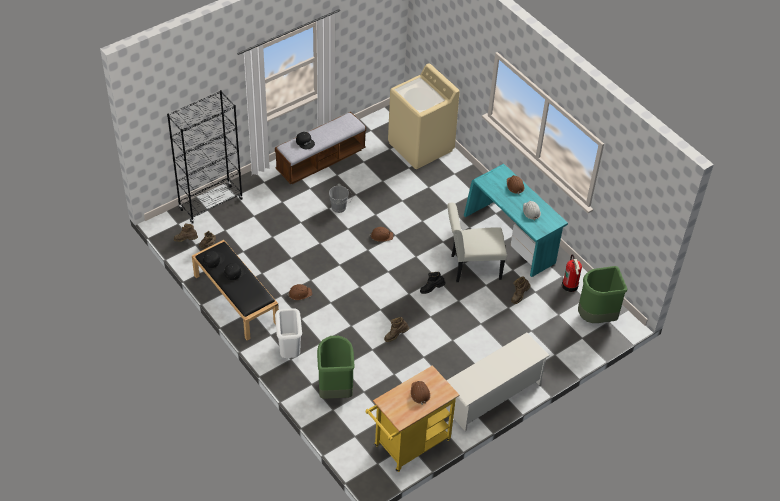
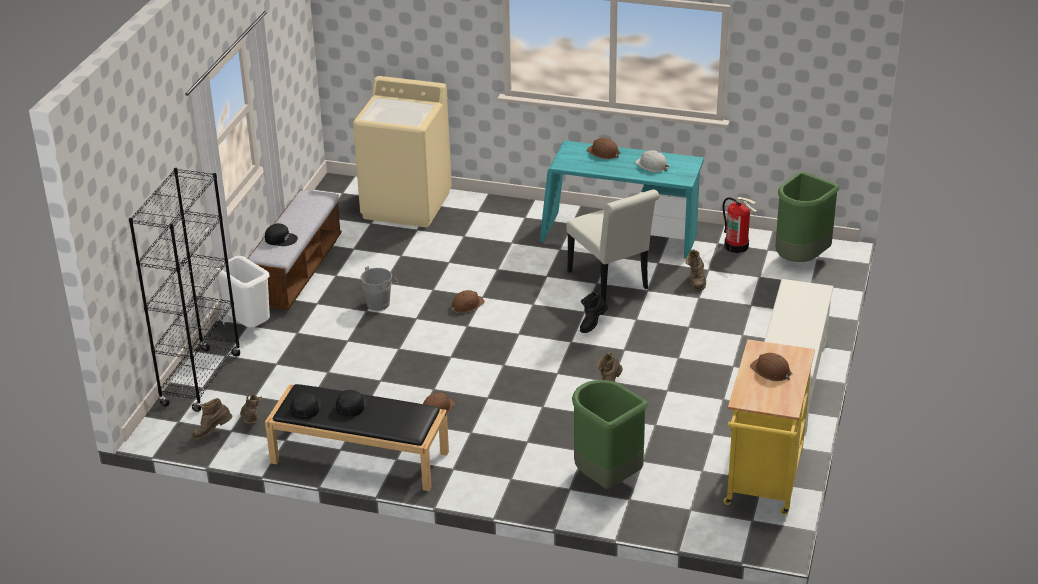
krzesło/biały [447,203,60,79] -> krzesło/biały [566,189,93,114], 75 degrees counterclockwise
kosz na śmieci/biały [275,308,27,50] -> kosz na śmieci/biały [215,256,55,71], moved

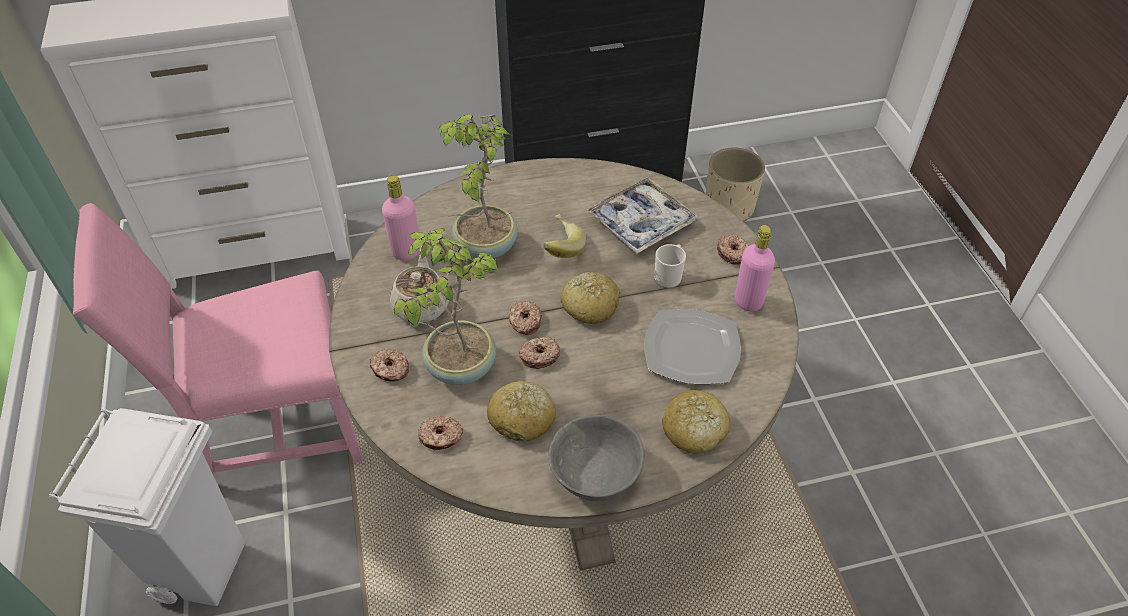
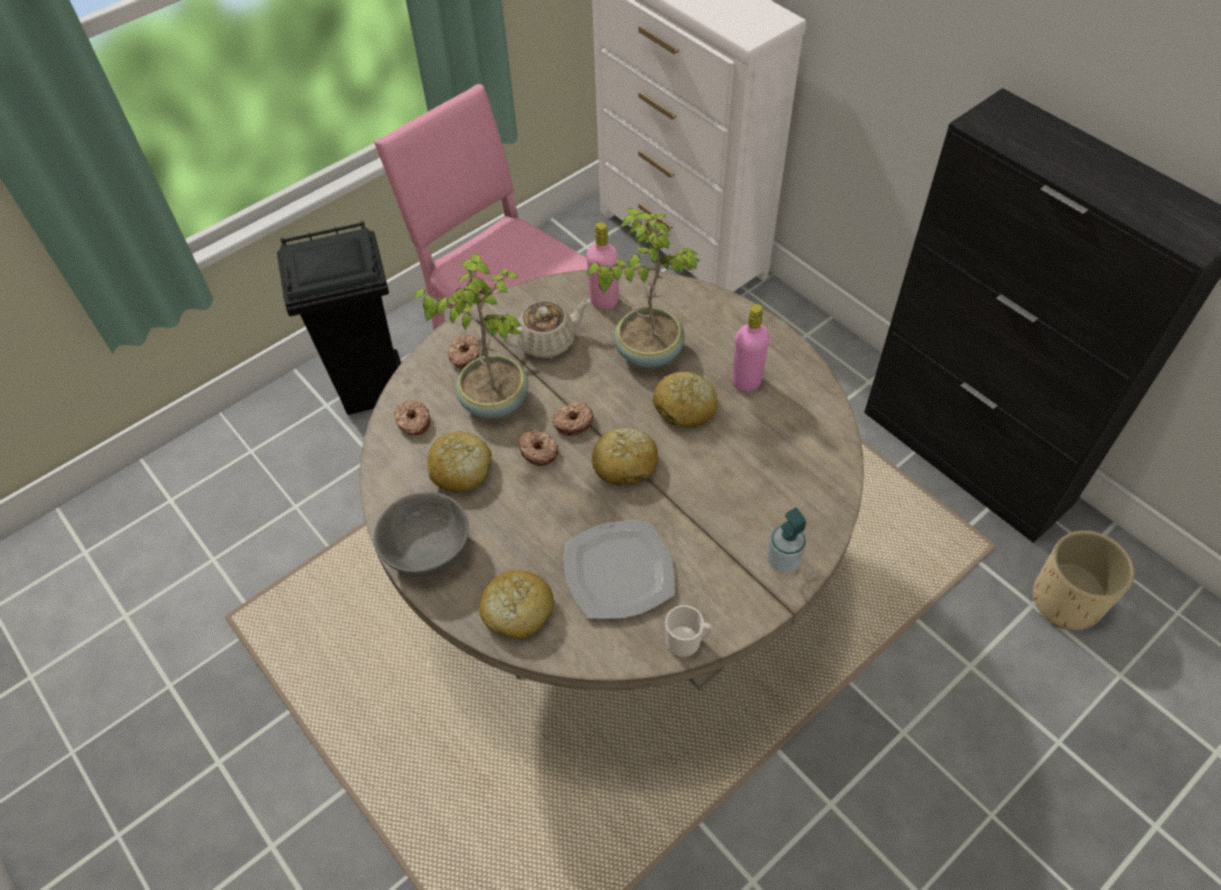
taca [587,177,111,77] -> none
banan [543,214,43,44] -> chleb [652,372,66,56]
butelka/różowy [735,225,40,87] -> butelka/różowy [732,304,38,88], moved
donut [717,235,32,30] -> dozownik mydła [767,508,39,65]
kubek [655,244,31,44] -> kubek [665,605,48,52], moved
kosz na śmieci/biały [49,408,196,198] -> kosz na śmieci/czarny [277,221,124,194]

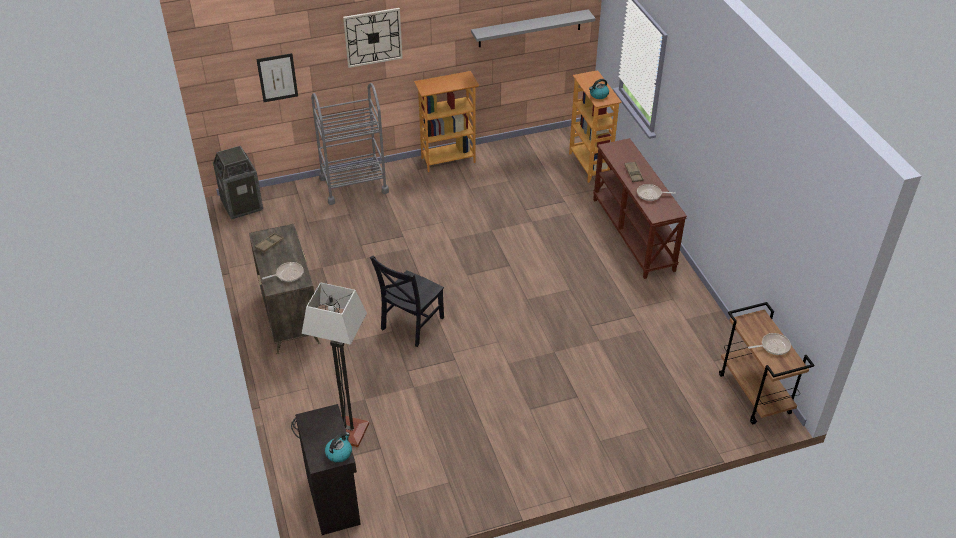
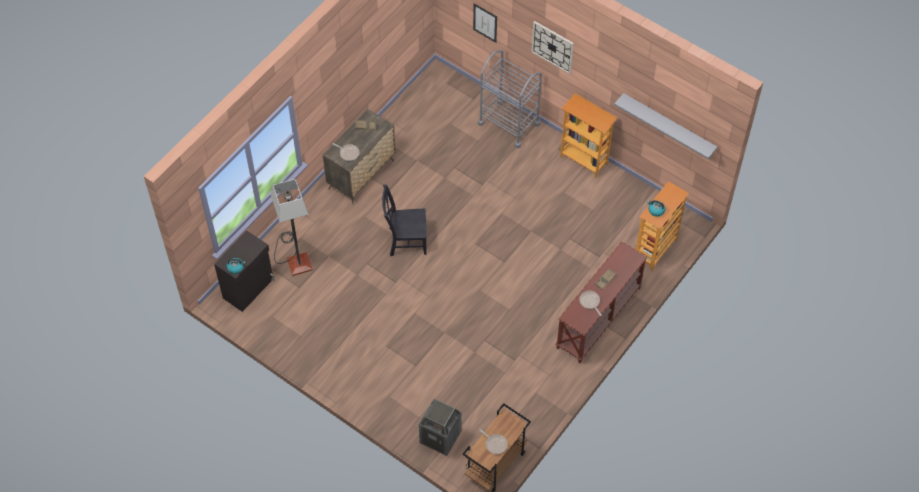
kosz na śmieci [213,146,50,73] -> kosz na śmieci [419,399,42,57], moved

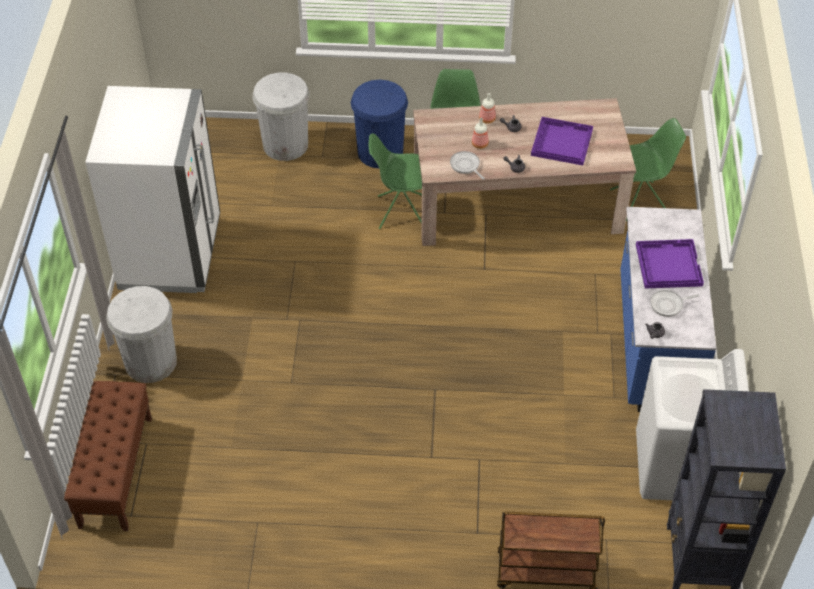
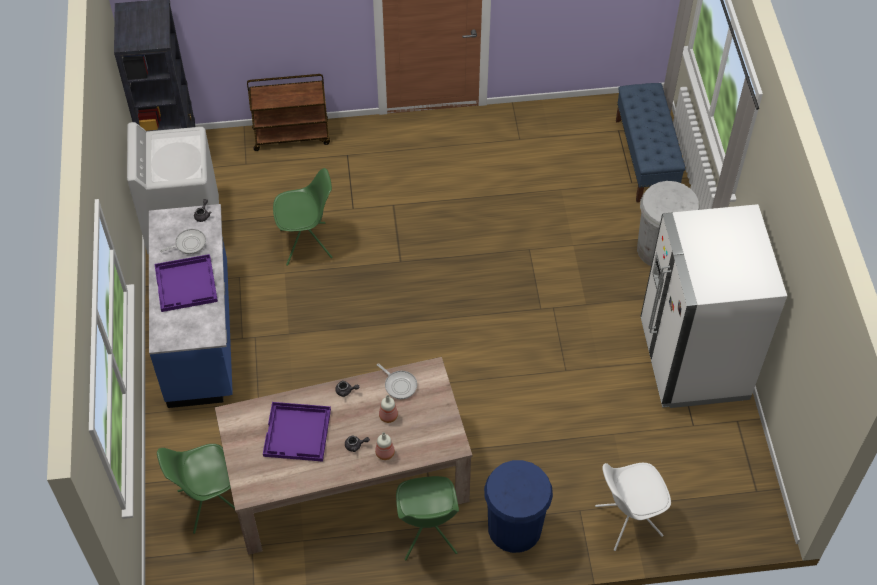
kosz na śmieci/biały [252,73,58,88] -> krzesło/biały [595,463,76,88]
krzesło/zielony [369,133,53,96] -> krzesło/zielony [273,168,60,98], moved
ławka/brązowy [64,381,88,150] -> ławka/niebieski [616,83,70,120]

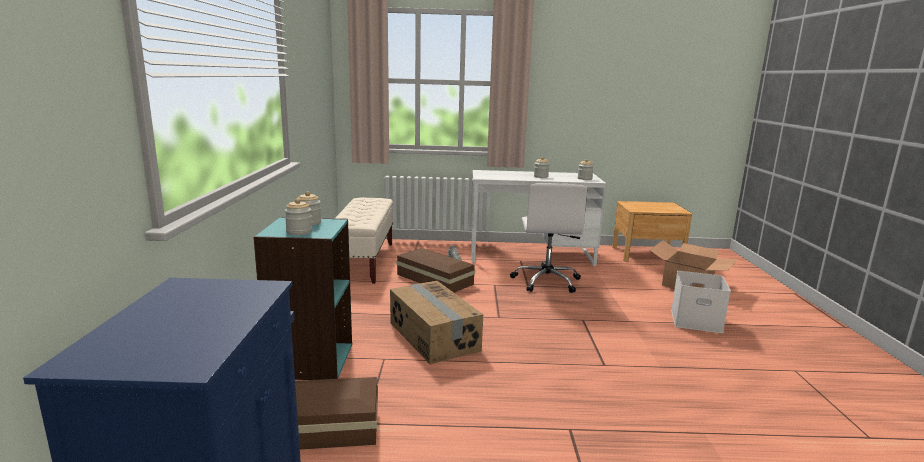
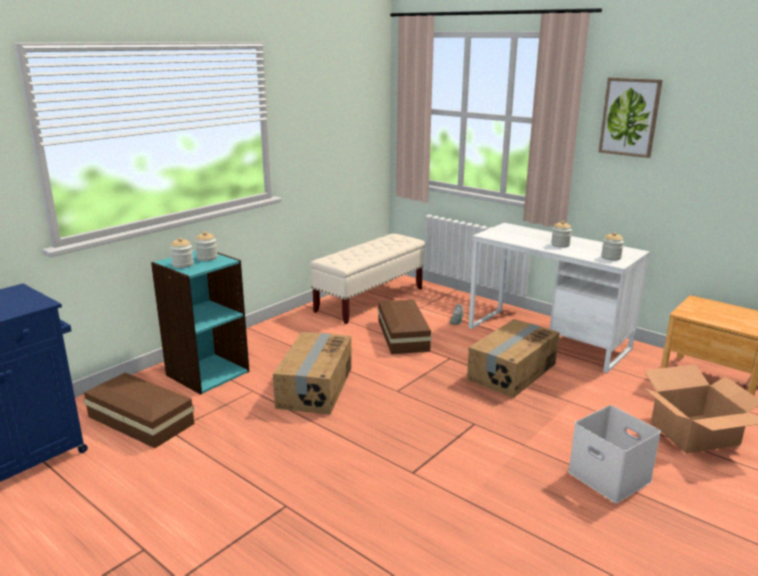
krzesło biurowe/biały [510,183,78,110] -> karton [467,319,93,79]
none -> obraz [599,77,63,81]

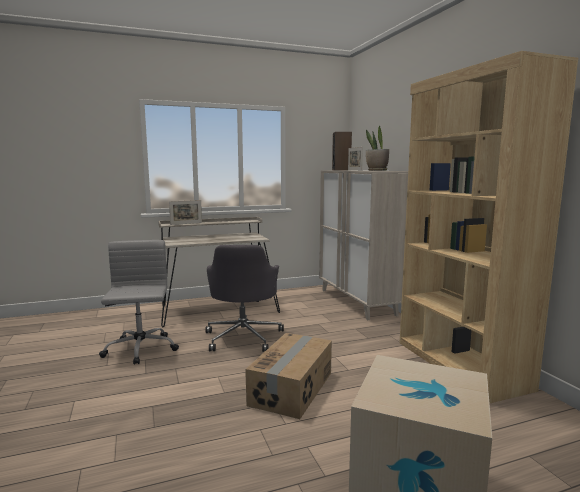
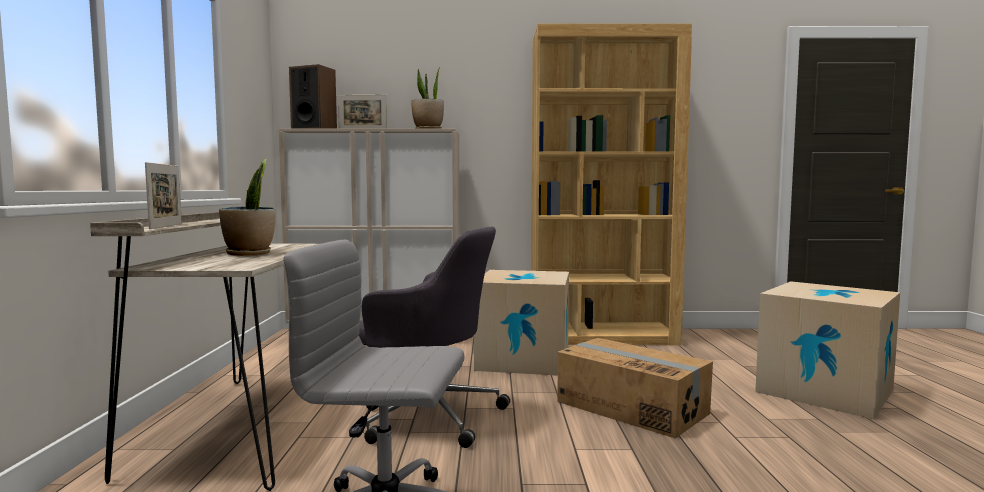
none -> roślina doniczkowa [219,159,57,97]
none -> karton [474,270,95,106]

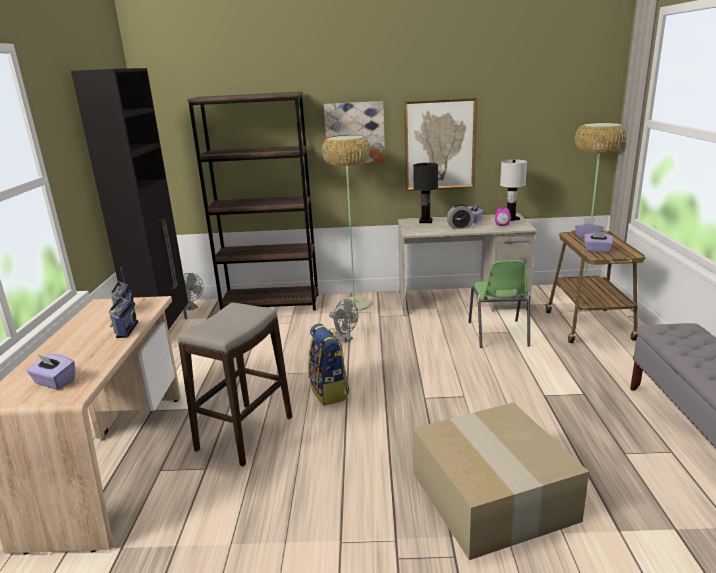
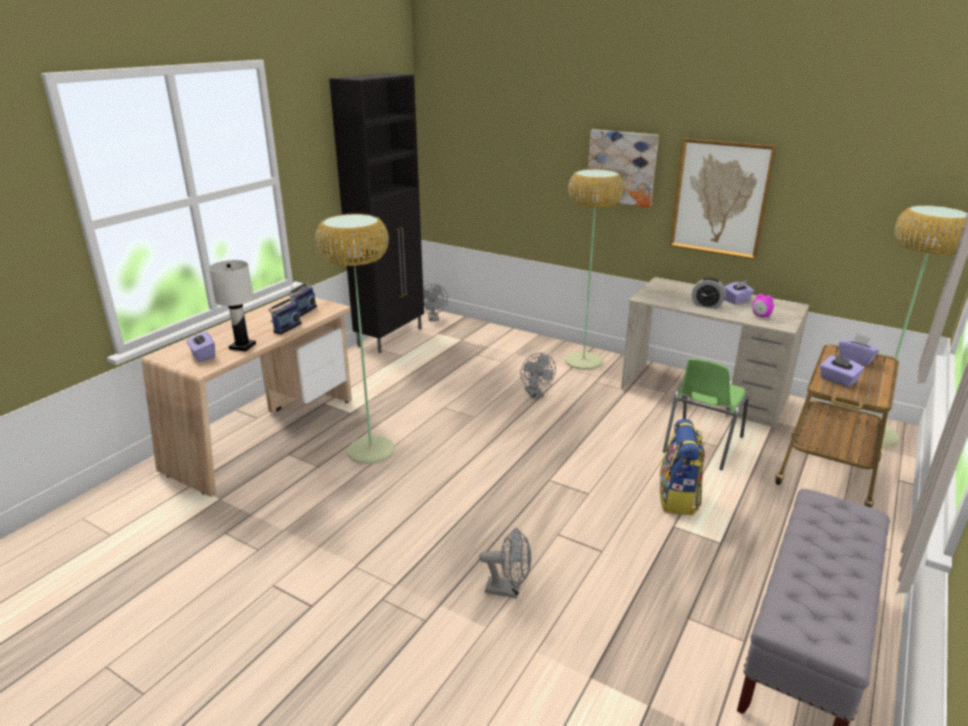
regał/brązowy [187,91,131,220] -> none
lampa stołowa/biały [500,159,27,62] -> lampa stołowa/biały [209,260,47,91], moved
lampa stołowa/czarny [413,163,25,60] -> none
stołek [178,303,114,163] -> lampa stojąca [315,213,80,251]
plecak [308,324,42,81] -> plecak [660,419,45,96], moved
karton [413,402,176,158] -> wentylator/szary [479,528,52,70]

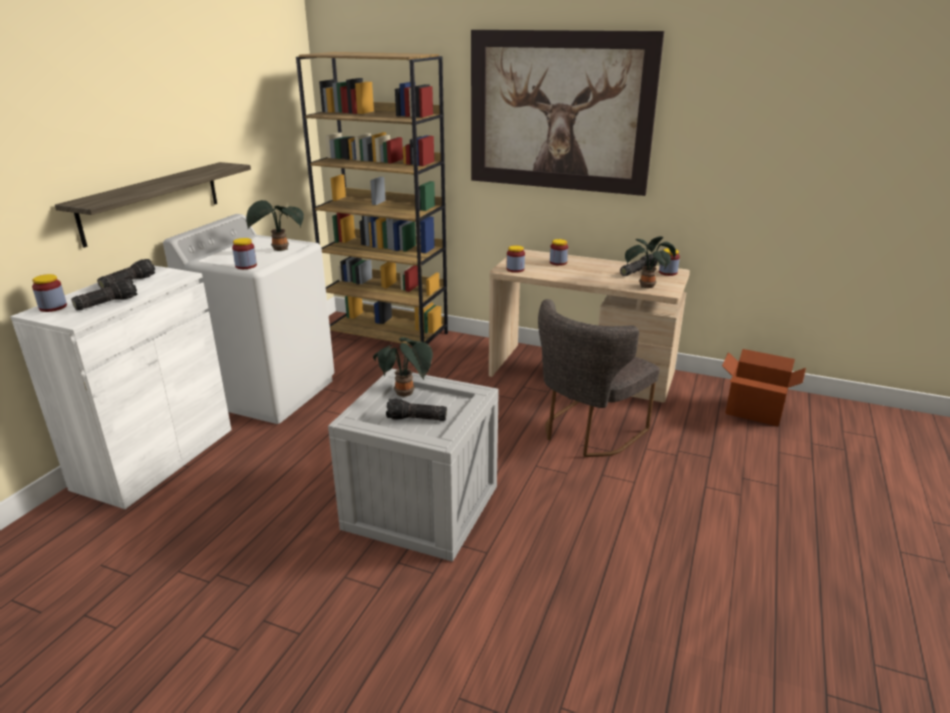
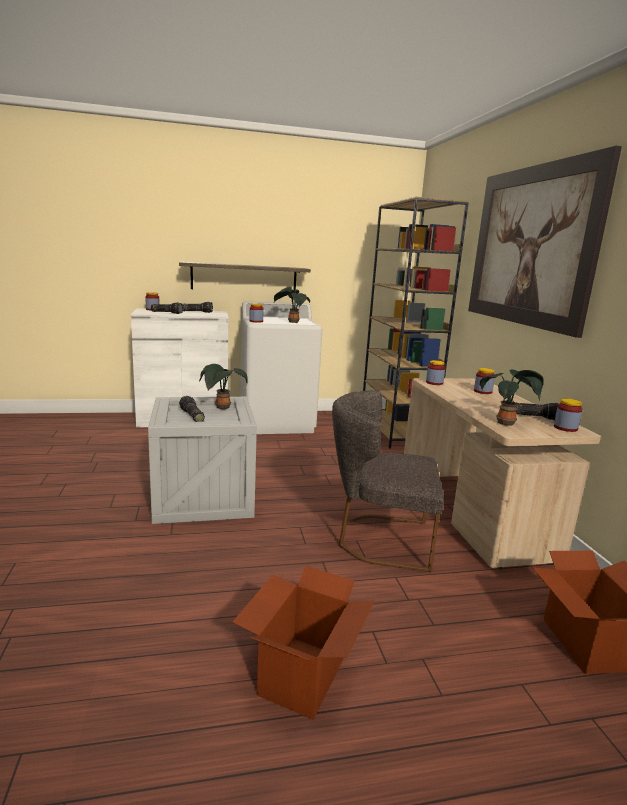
none -> karton [232,566,143,154]

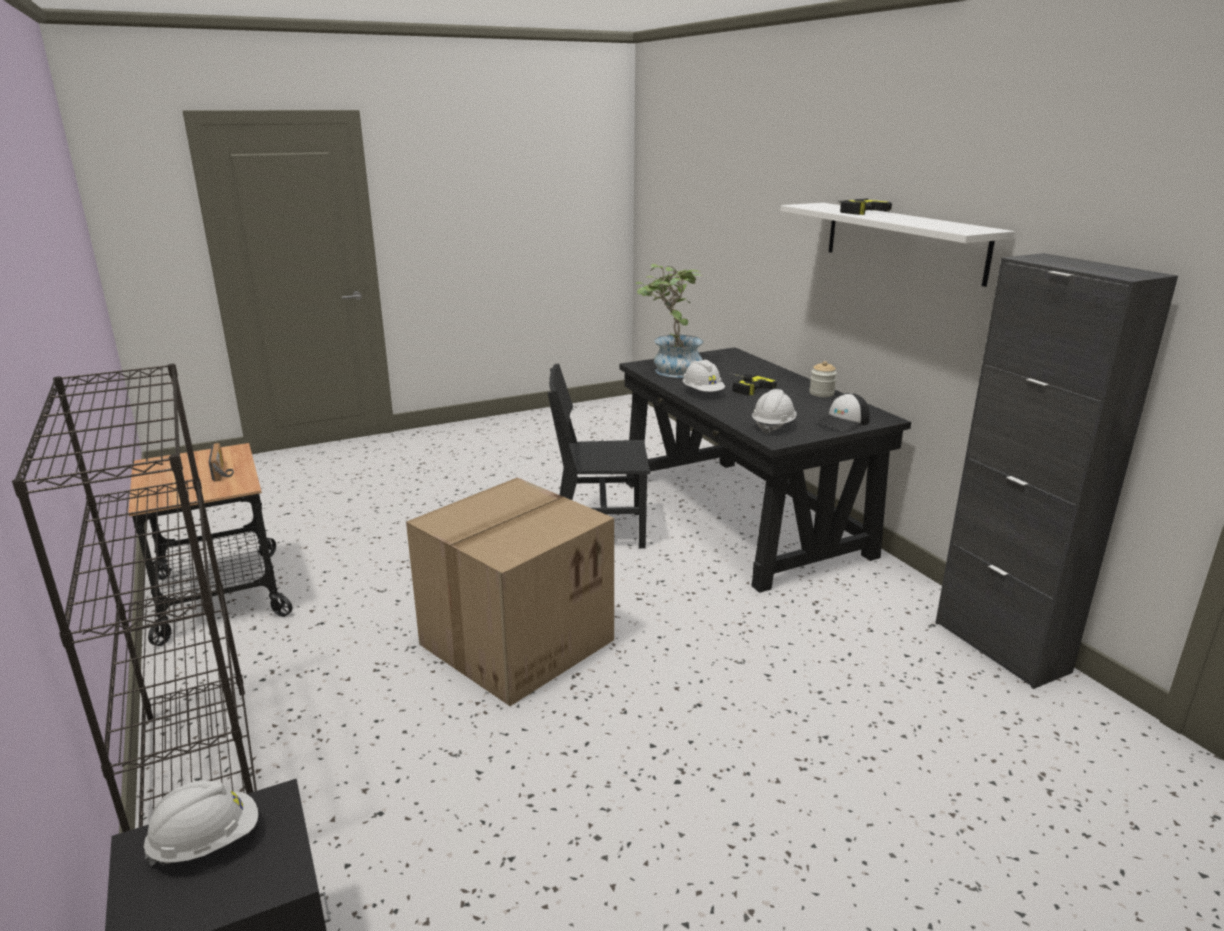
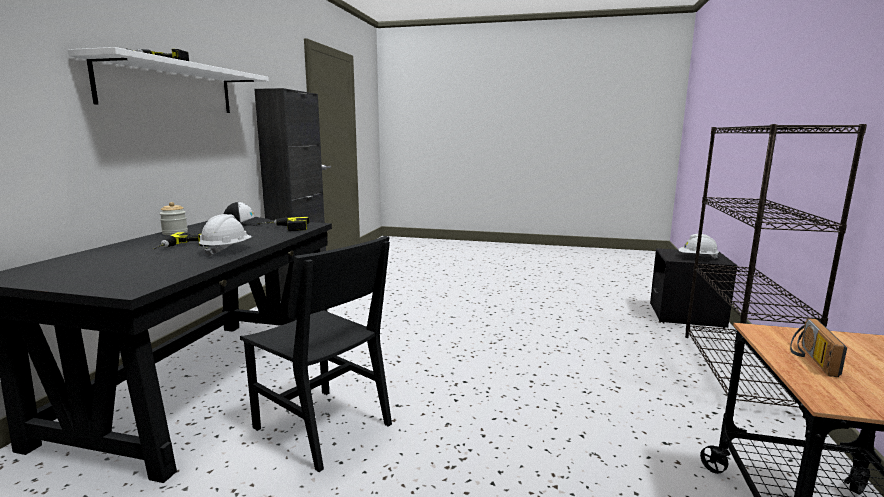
roślina doniczkowa [636,264,68,114] -> none
kask/biały [752,389,45,45] -> wiertarka [258,217,52,14]
karton [406,477,208,229] -> none

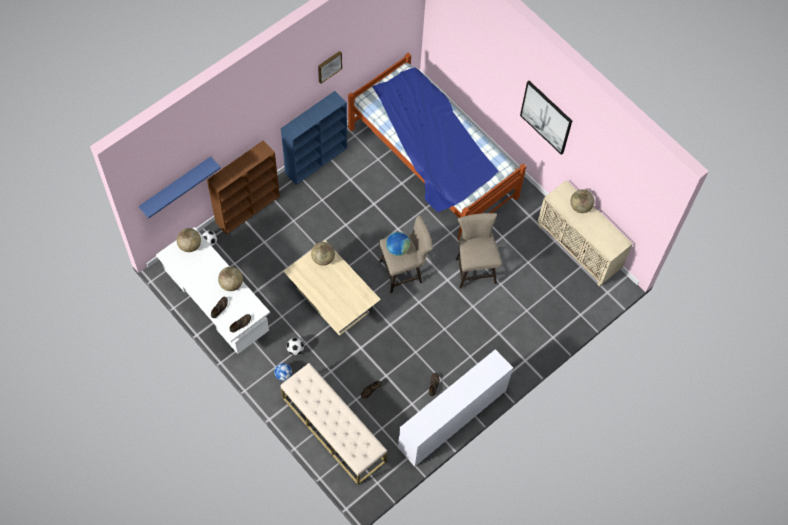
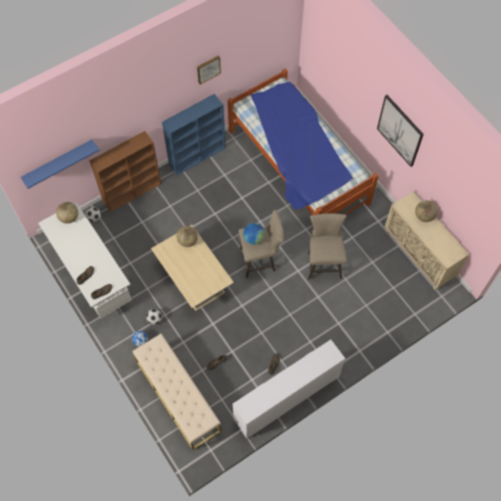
globus [218,267,25,24] -> none

